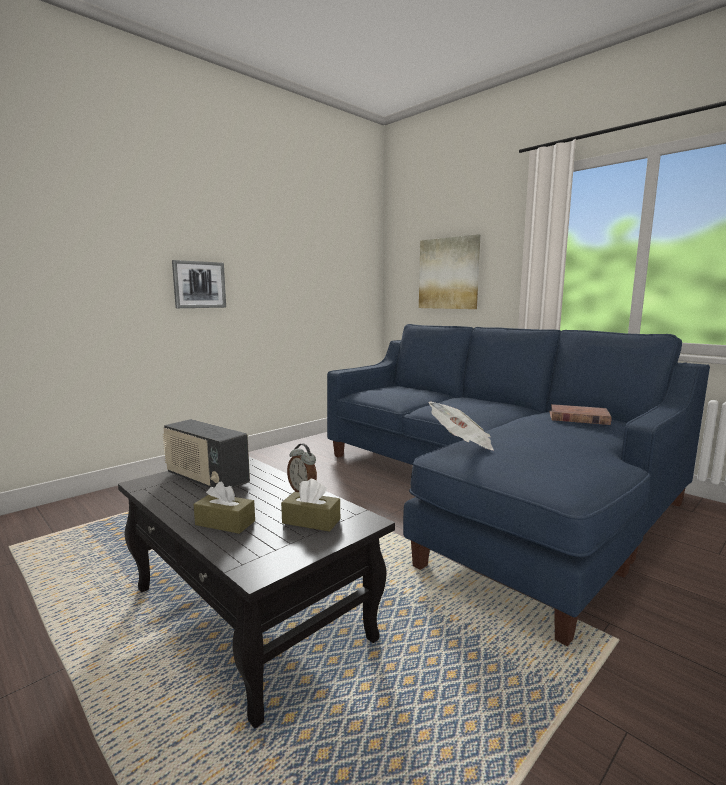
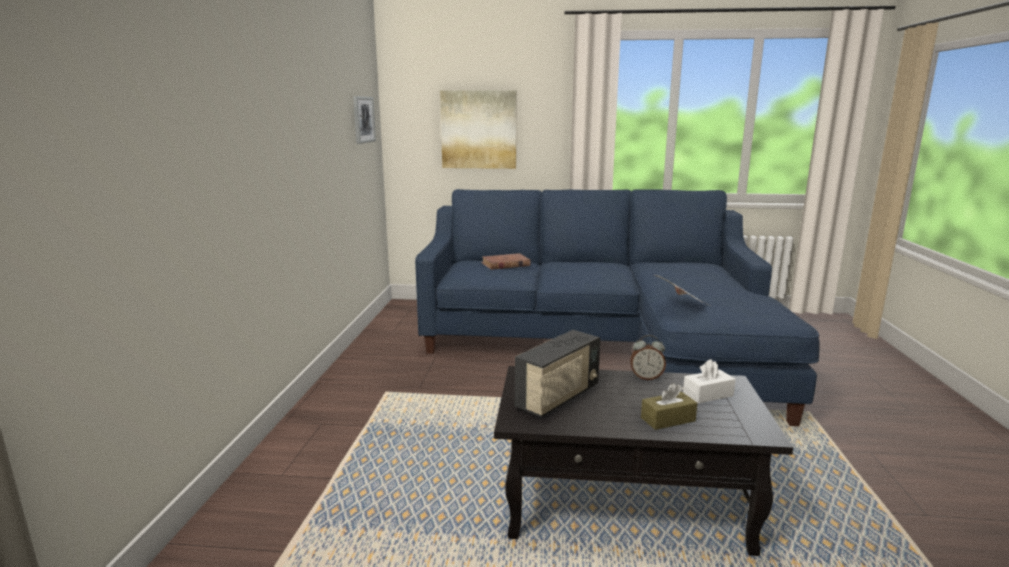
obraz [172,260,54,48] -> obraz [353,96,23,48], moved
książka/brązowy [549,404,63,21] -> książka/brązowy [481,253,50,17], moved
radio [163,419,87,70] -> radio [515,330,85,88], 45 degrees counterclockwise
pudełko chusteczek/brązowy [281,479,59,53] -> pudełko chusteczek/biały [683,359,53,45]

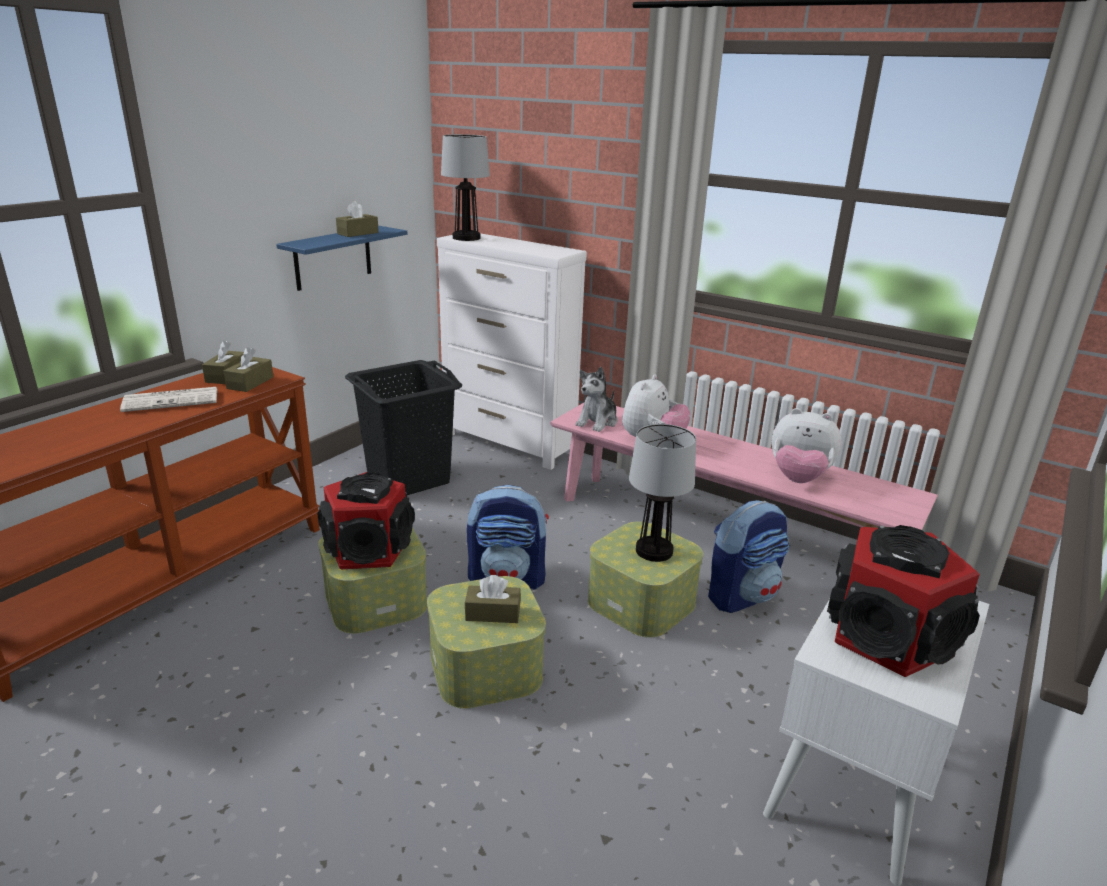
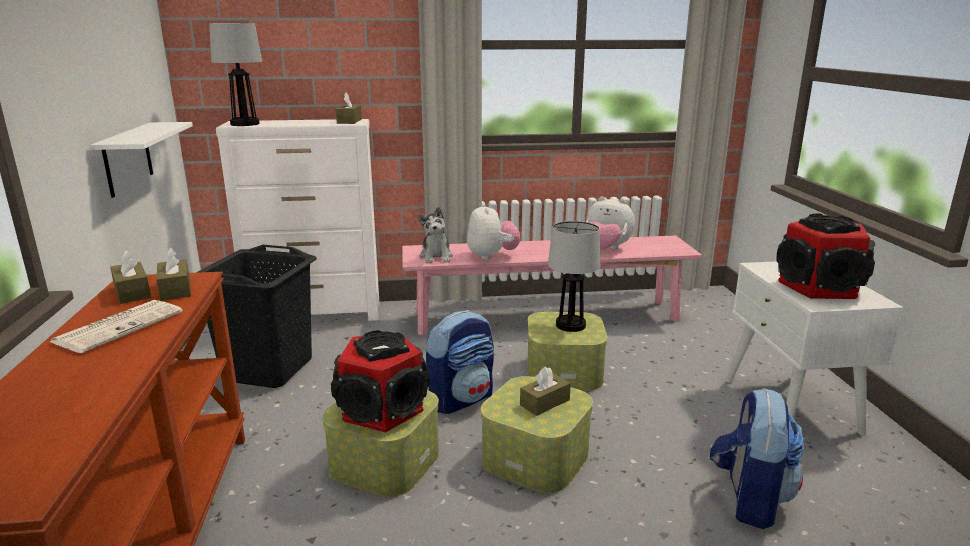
pudełko chusteczek/brązowy [336,201,43,36] -> pudełko chusteczek/brązowy [336,93,26,31], moved
półka/niebieski [276,226,131,65] -> półka/biały [91,122,102,76]
pluszak [772,408,70,75] -> pluszak [586,196,49,53], 45 degrees clockwise
plecak [708,500,81,113] -> plecak [710,388,94,141], moved

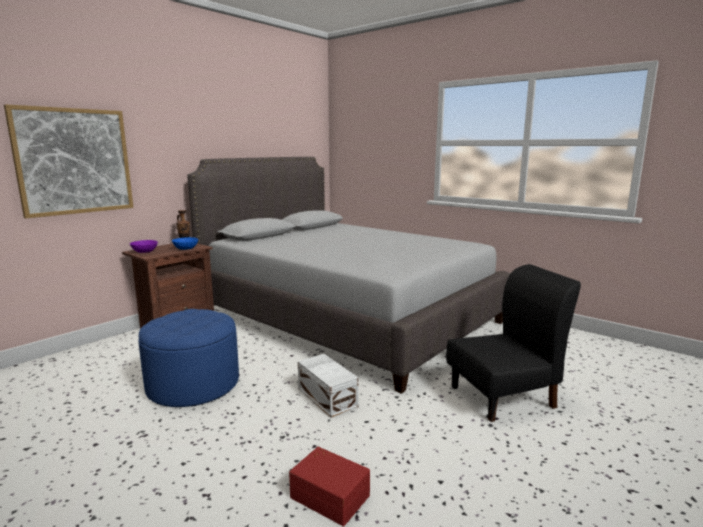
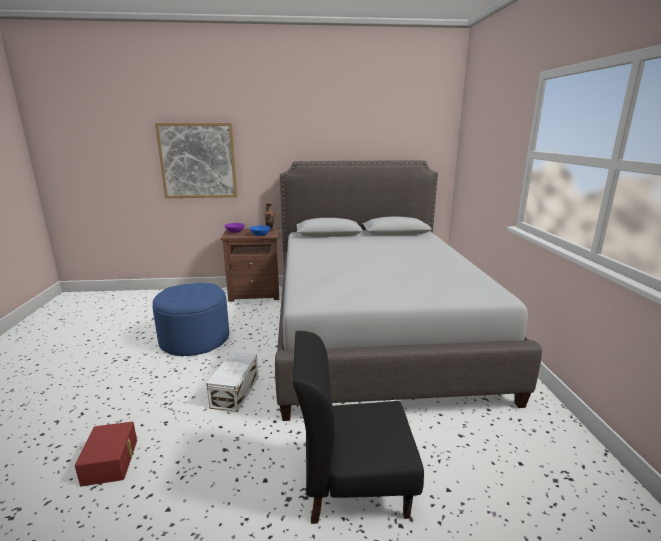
krzesło/czarny [446,264,135,158] -> krzesło/czarny [293,331,131,193], 150 degrees clockwise

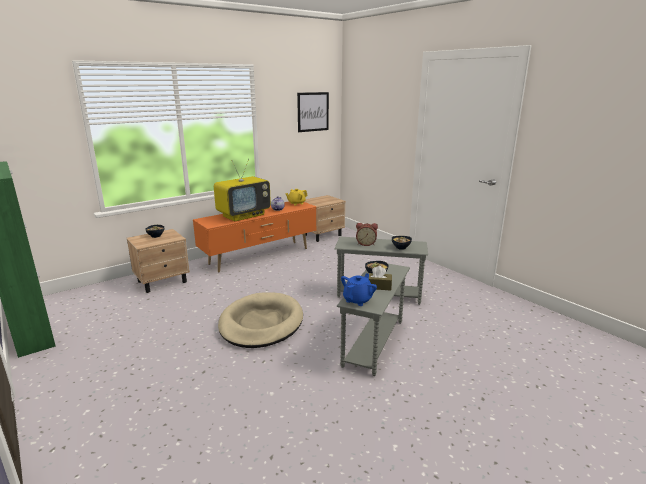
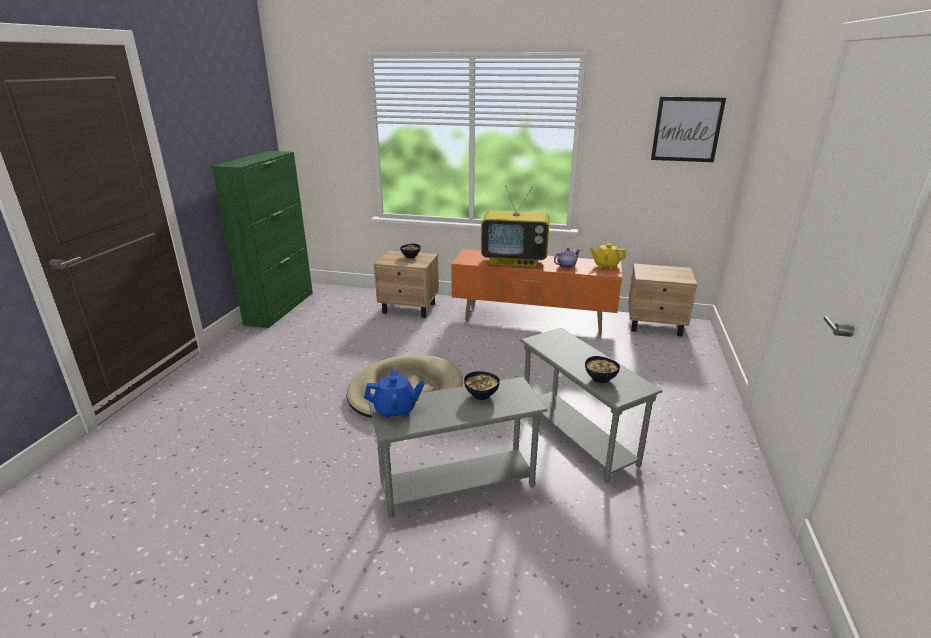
budzik [356,223,22,23] -> none
pudełko chusteczek/brązowy [368,266,24,25] -> none

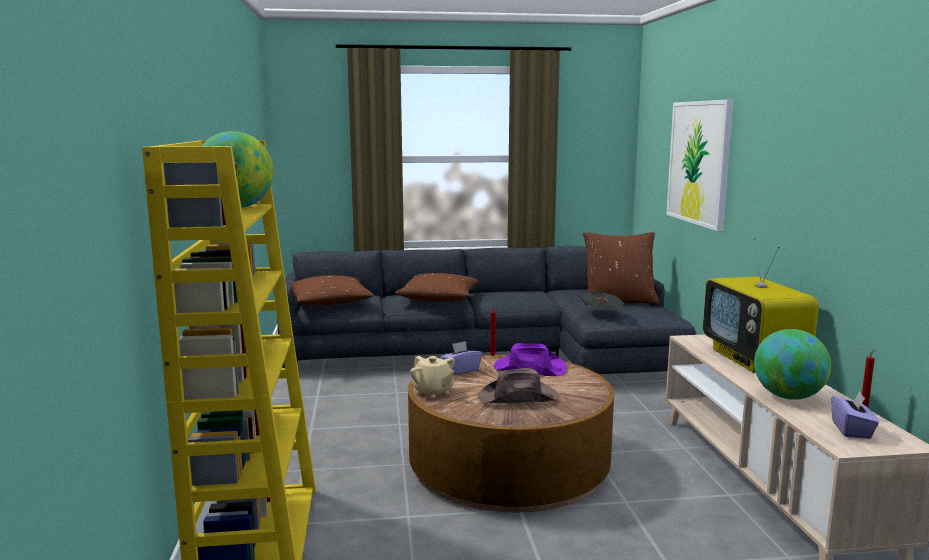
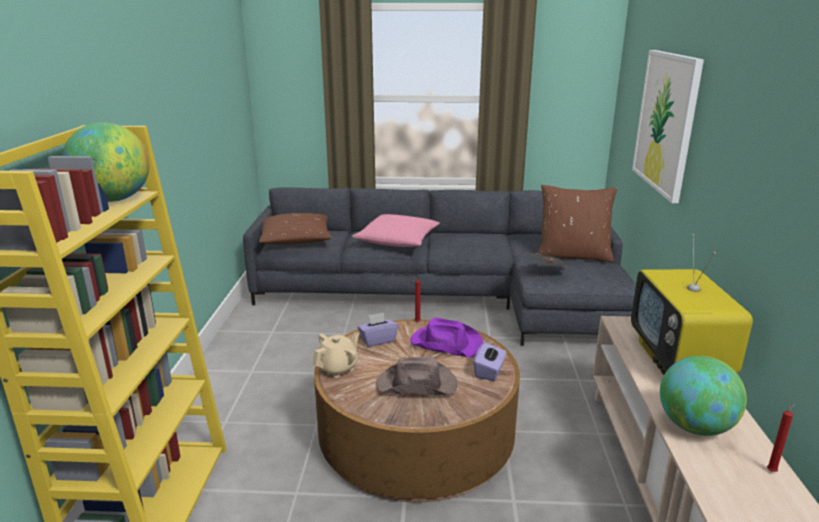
poduszka/brązowy [395,273,84,29] -> poduszka/różowy [352,214,88,33]
imbryk/beżowy [410,356,45,42] -> imbryk/beżowy [312,332,47,46], 105 degrees counterclockwise
pudełko chusteczek/fioletowy [831,391,48,48] -> pudełko chusteczek/fioletowy [474,343,32,38], moved

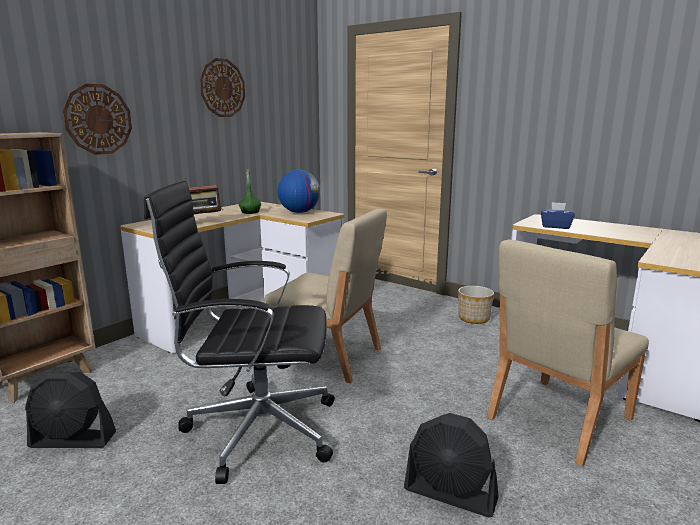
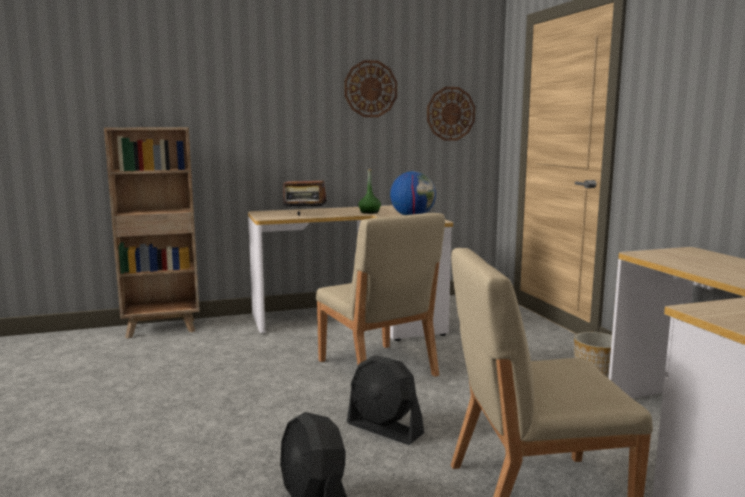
zegar ścienny [63,84,69,71] -> zegar ścienny [427,87,48,54], moved
krzesło biurowe/czarny [144,181,191,303] -> none
pudełko chusteczek/niebieski [541,202,34,27] -> none
wentylator/czarny [25,372,91,76] -> wentylator/czarny [347,355,77,90], moved

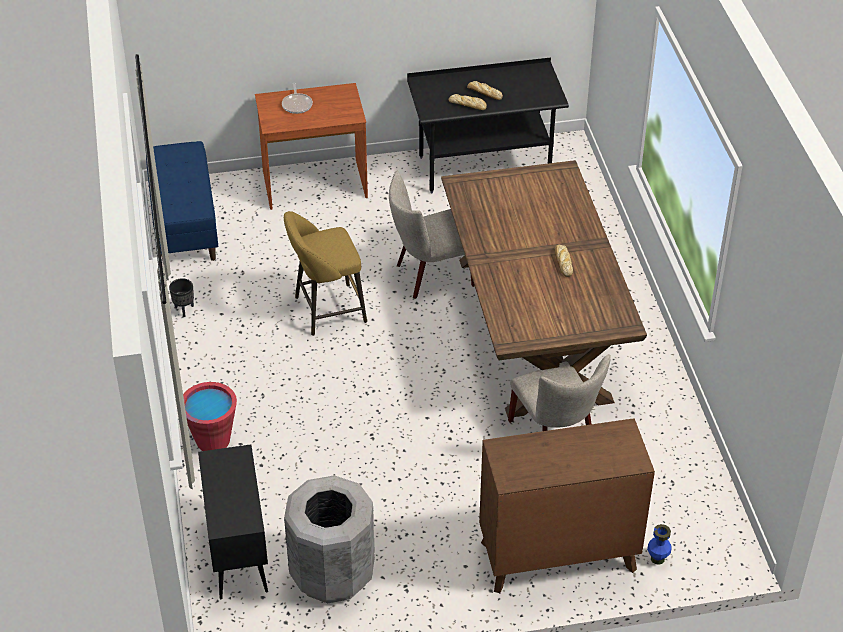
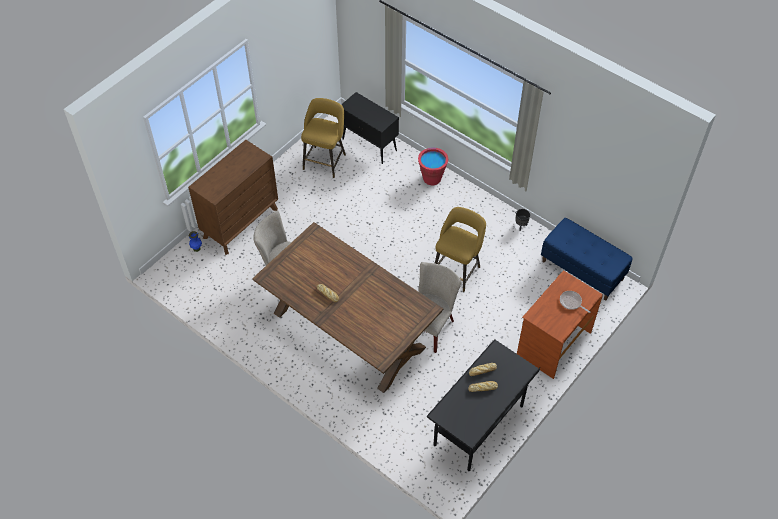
kosz na śmieci/szary [284,475,91,128] -> stołek/żółty [301,98,45,80]

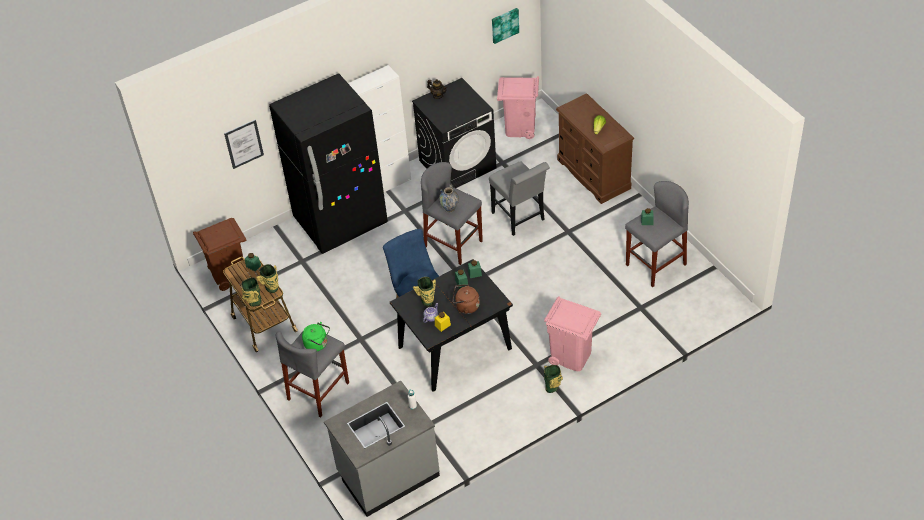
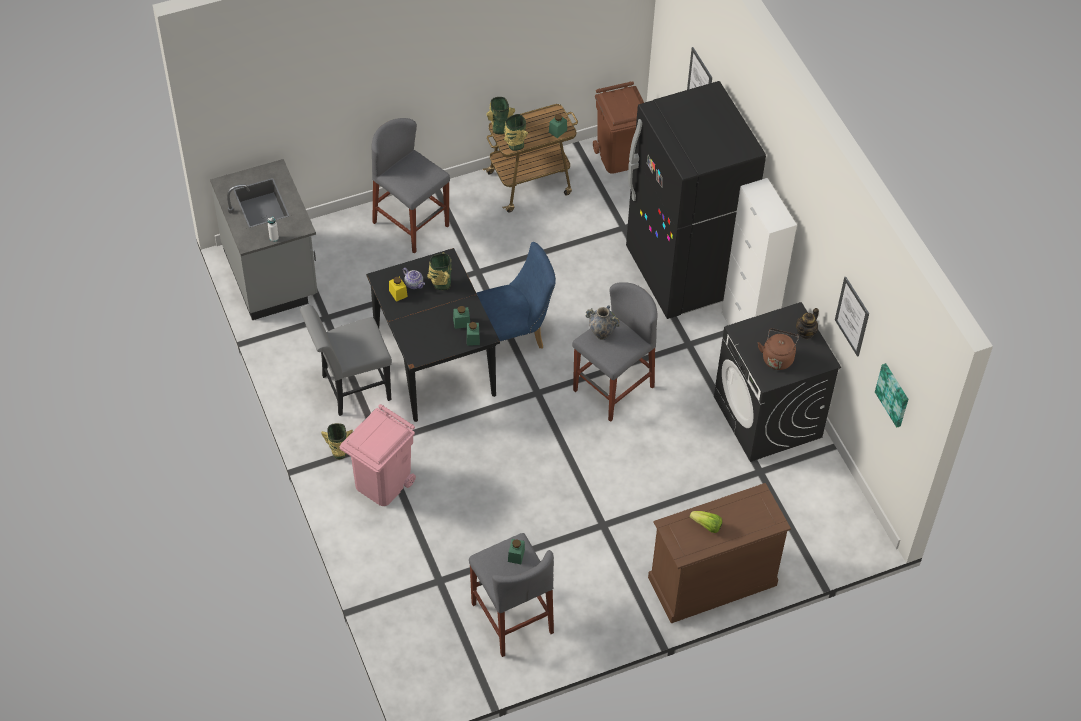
kosz na śmieci/różowy [497,76,42,63] -> none
krzesło/szary [489,162,61,74] -> krzesło/szary [300,305,92,111], moved
czajnik/brązowy [452,284,28,30] -> czajnik/brązowy [758,328,41,42], moved
czajnik/zielony [302,322,28,29] -> none
none -> obraz [835,277,34,80]

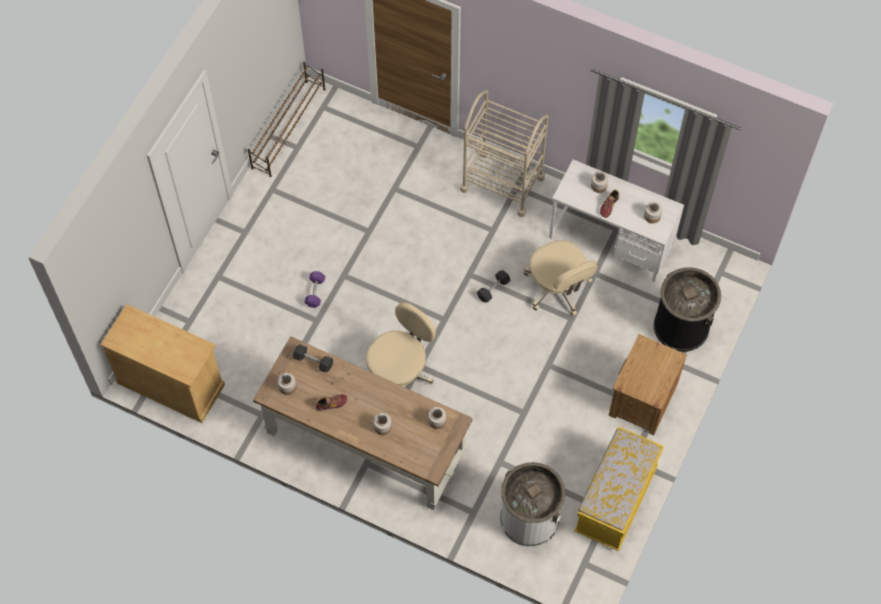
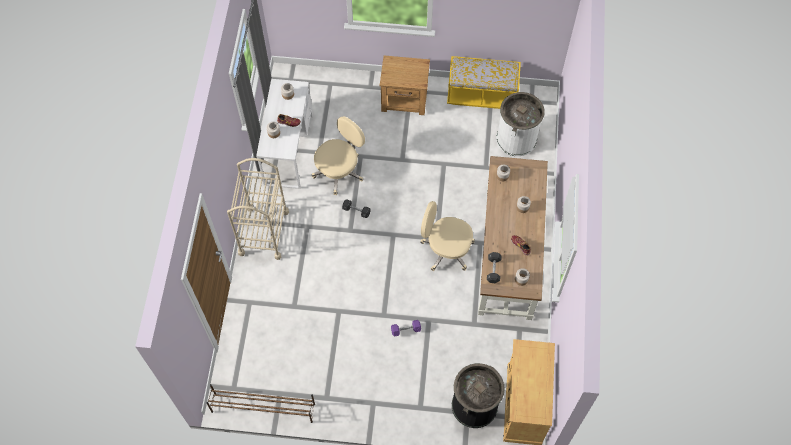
kosz na śmieci/czarny [653,267,68,85] -> kosz na śmieci/czarny [452,363,53,65], moved

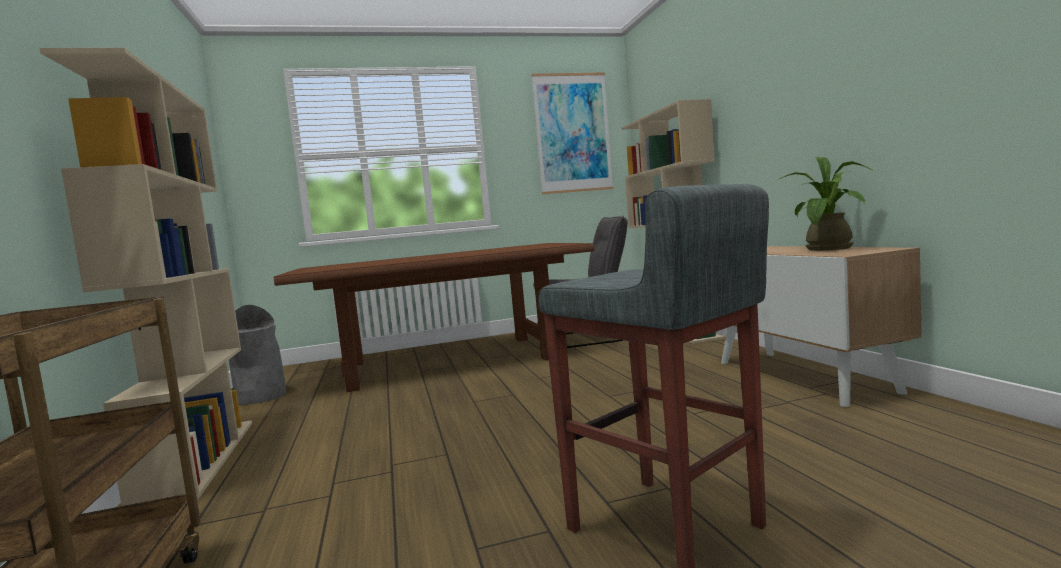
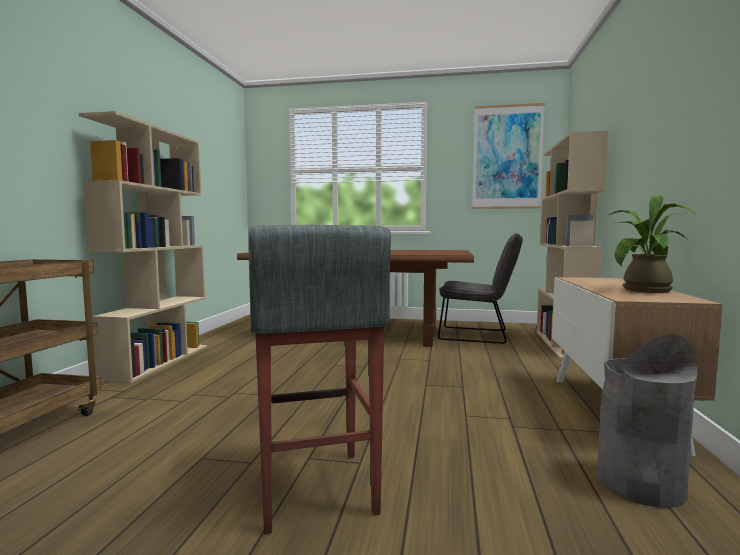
kosz na śmieci/szary [229,305,57,100] -> kosz na śmieci/szary [596,334,101,174], moved

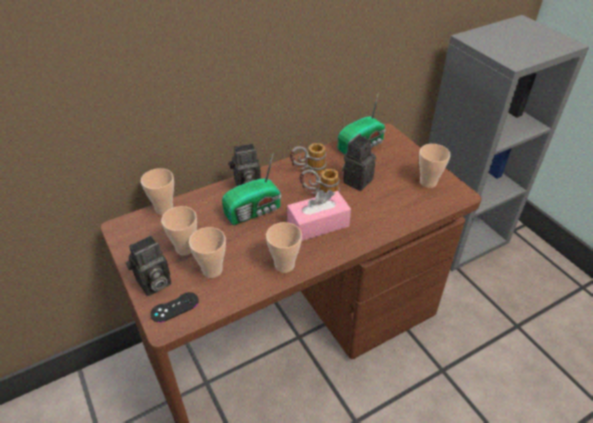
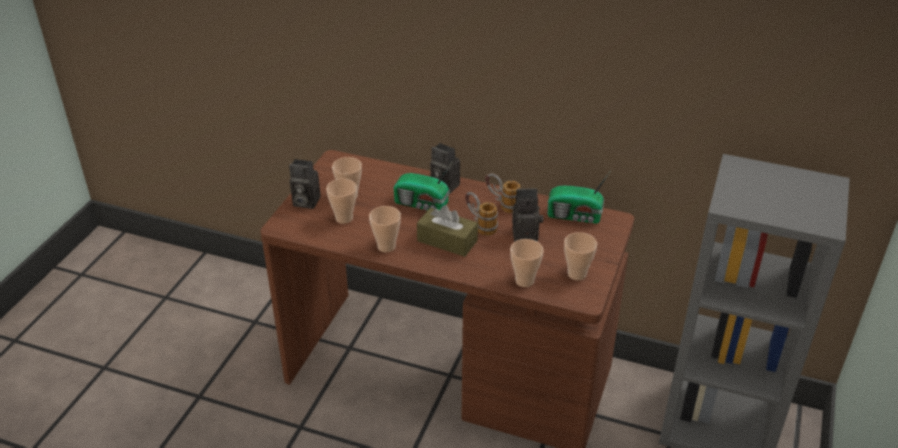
filiżanka [141,168,33,47] -> filiżanka [510,239,34,48], moved
pudełko chusteczek/różowy [287,190,64,51] -> pudełko chusteczek/brązowy [417,205,61,52]
pad do gier/czarny [150,292,49,31] -> none

